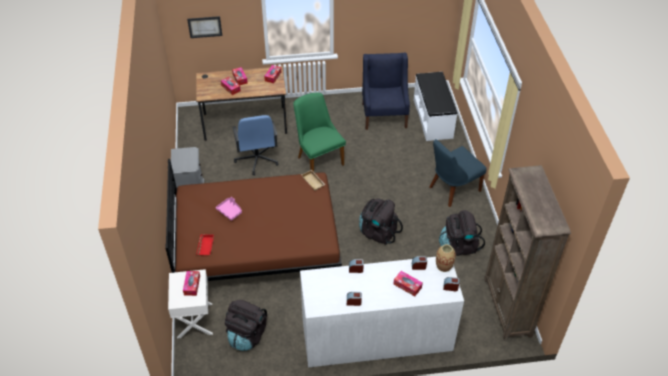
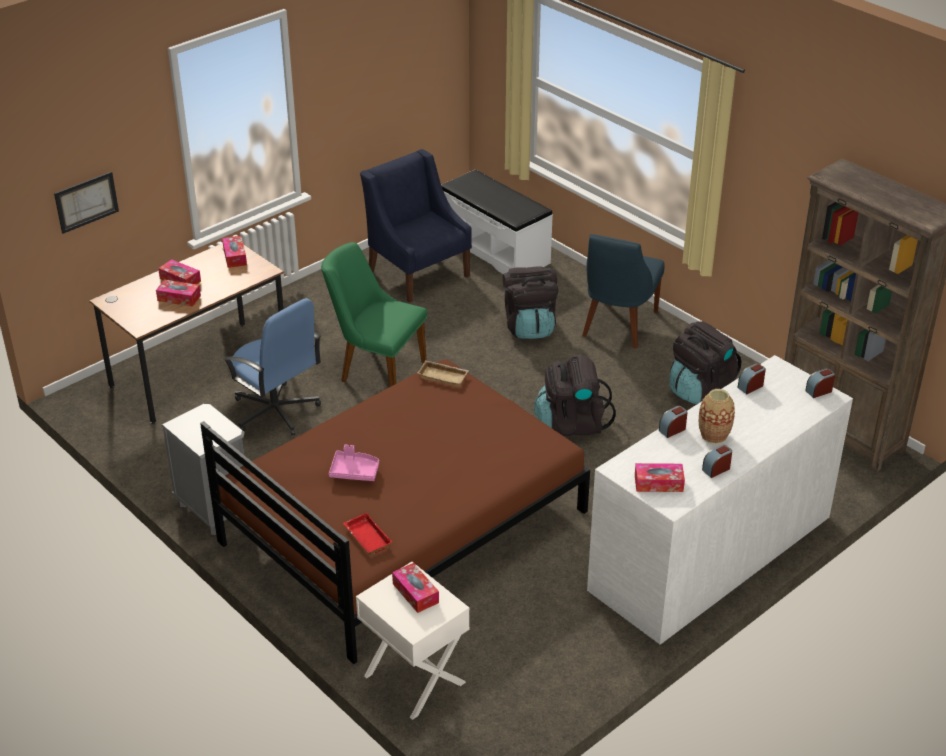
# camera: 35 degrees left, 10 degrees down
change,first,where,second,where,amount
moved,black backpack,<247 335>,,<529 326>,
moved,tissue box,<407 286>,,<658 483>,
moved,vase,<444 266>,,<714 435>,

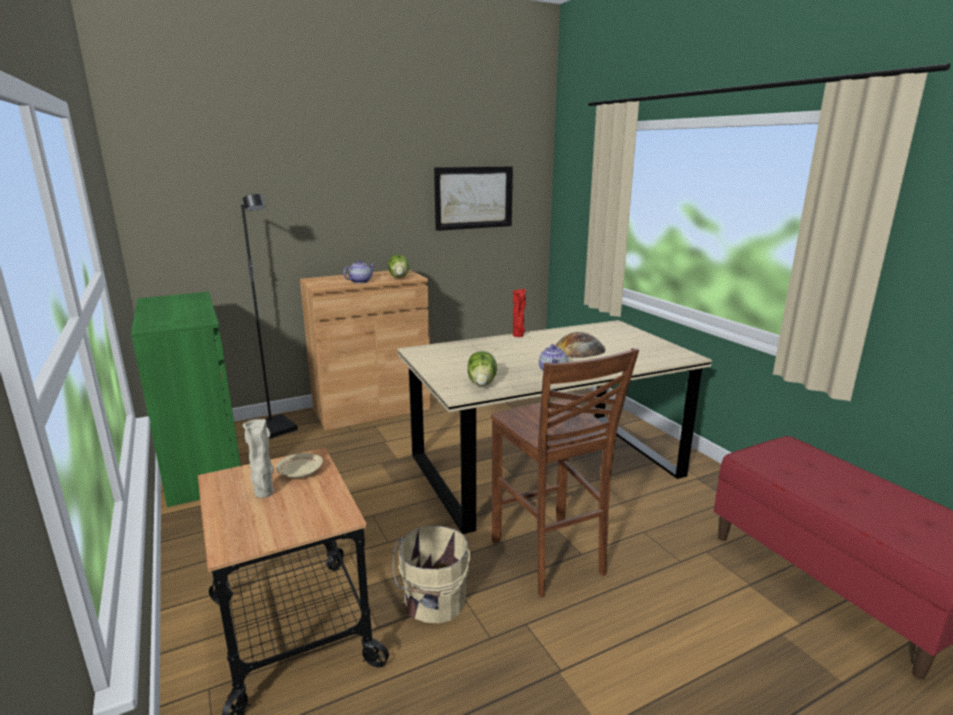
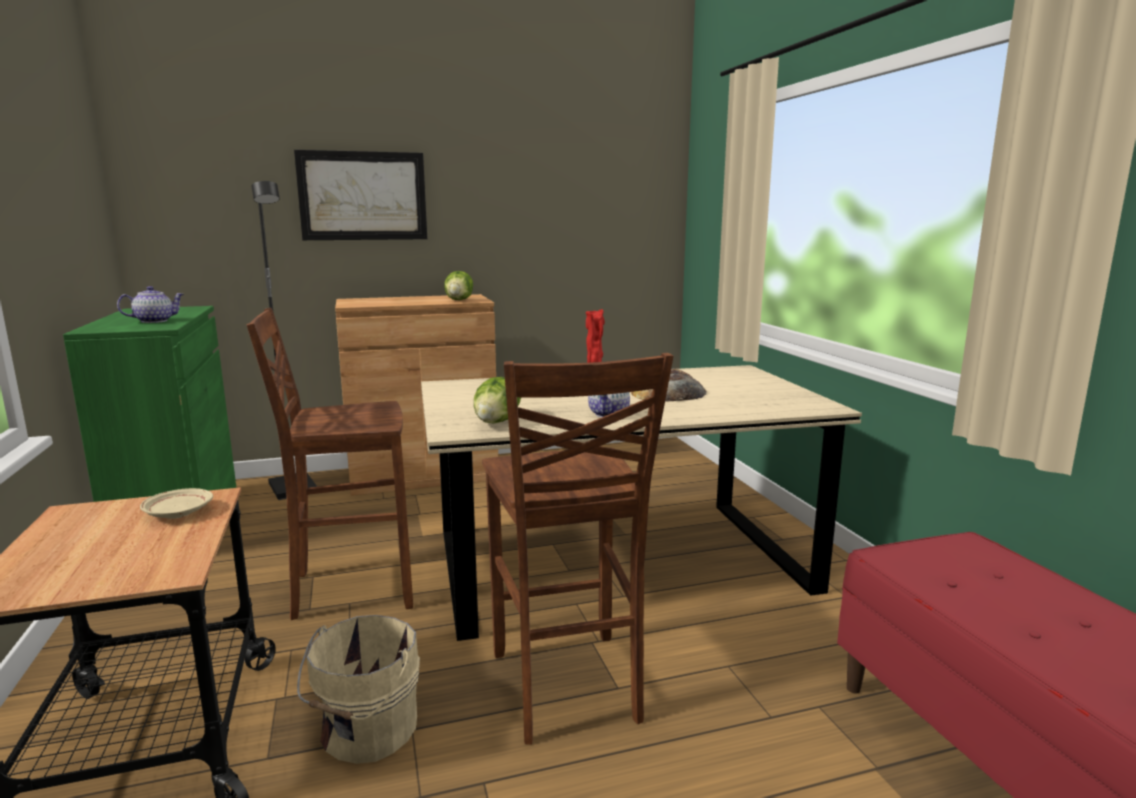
# camera: 10 degrees right, 5 degrees down
change,first,where,second,where,amount
moved,teapot,<360 281>,,<154 321>,
added,,,brown stool,<350 589>,
moved,picture,<473 197>,,<363 196>,
removed,beige vase,<264 494>,,,

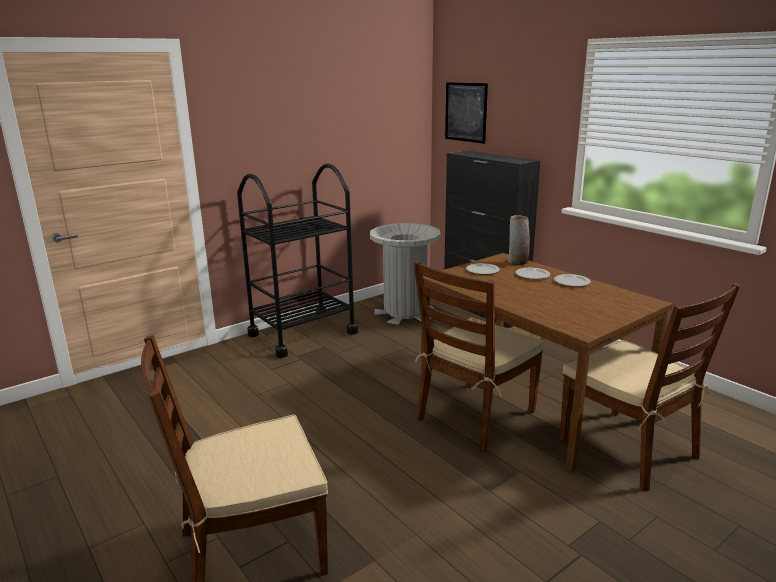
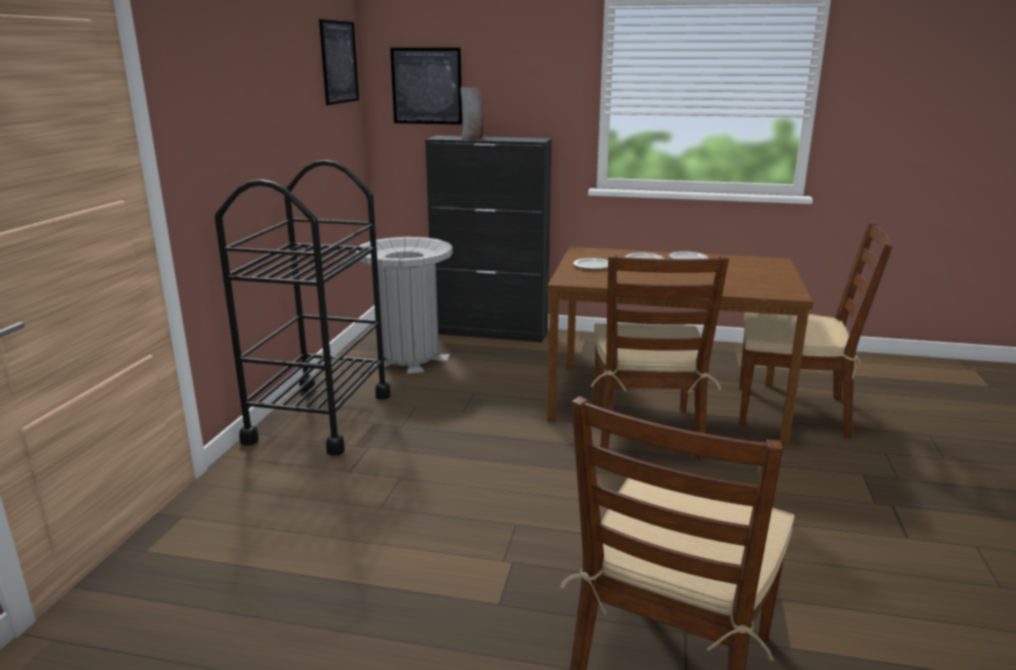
# camera: 40 degrees left, 0 degrees up
change,first,where,second,where,amount
added,,,picture,<339 62>,
moved,vase,<517 262>,,<472 138>,

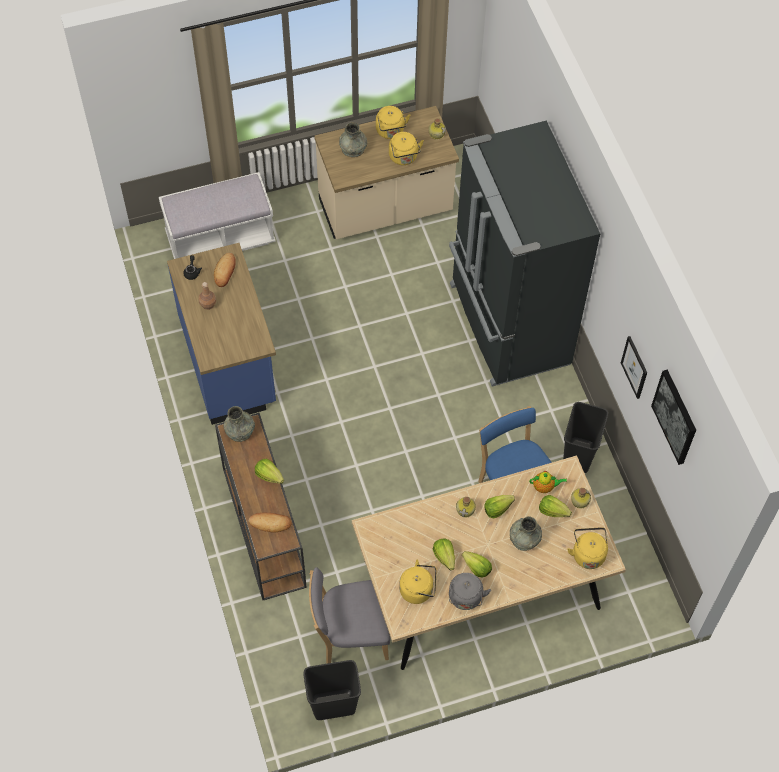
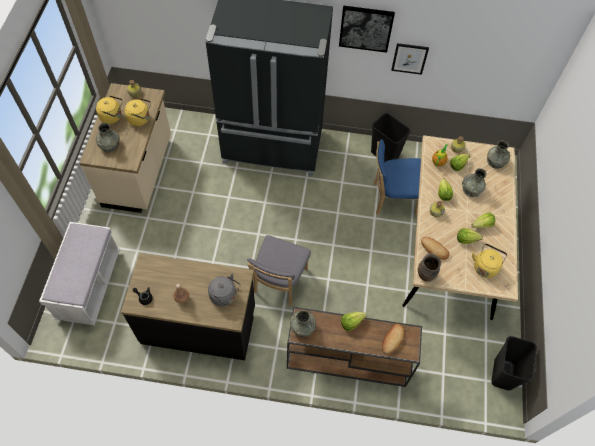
# camera: 65 degrees left, 0 degrees up
change,first,where,second,where,amount
recoloured,blue counter,<229 362>,black counter,<199 325>,
moved,grey kettle,<465 599>,,<225 296>,
moved,grey chair,<350 635>,,<279 283>,
moved,picture,<675 416>,,<366 28>,
added,,,brown vase,<425 275>,
moved,bread,<225 271>,,<434 249>,
replaced,yellow kettle,<587 553>,grey vase,<496 161>,

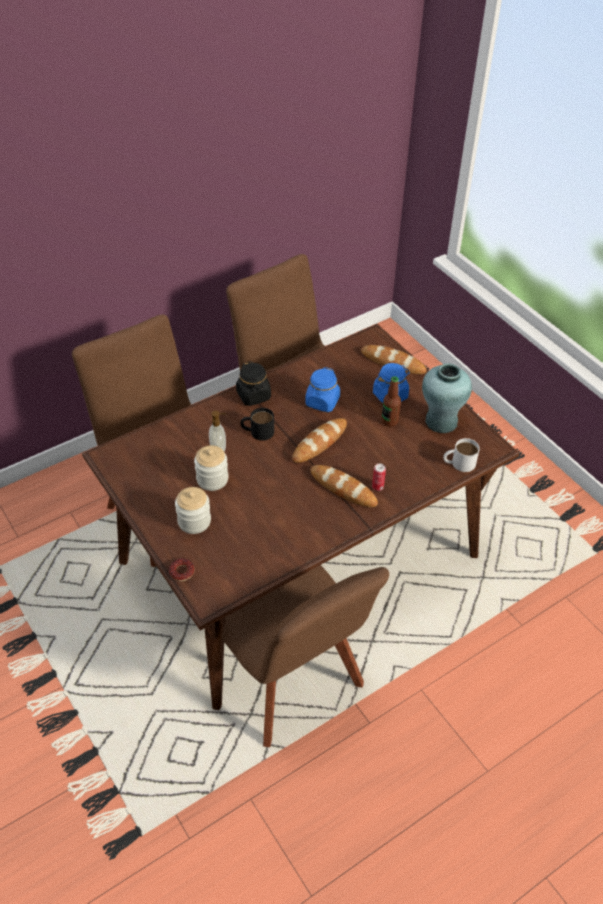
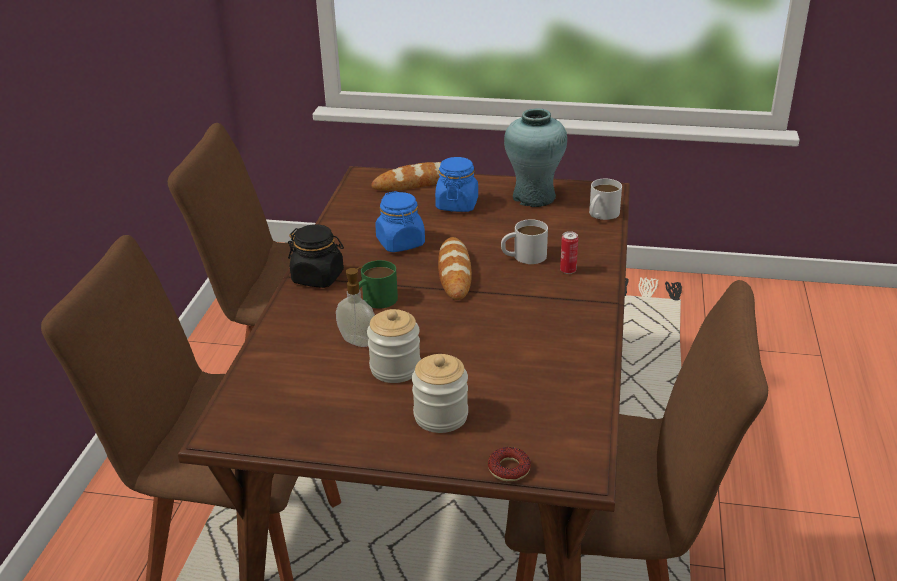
# camera: 45 degrees left, 15 degrees down
change,first,where,second,where,amount
recoloured,black mug,<257 431>,green mug,<374 301>,
added,,,white mug,<523 256>,
removed,bread,<343 488>,,,
removed,bottle,<389 421>,,,

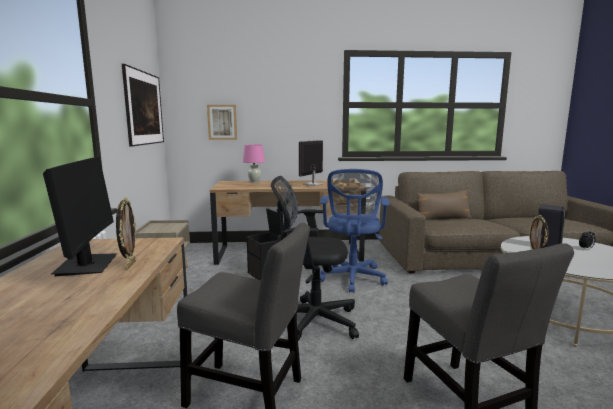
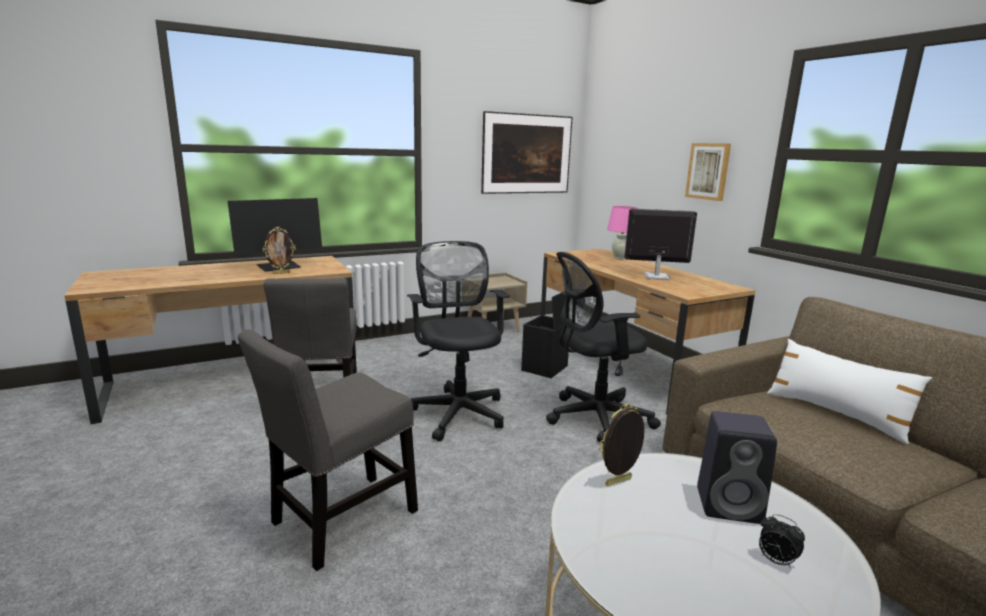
# camera: 65 degrees right, 5 degrees up
change,first,where,second,where,amount
recoloured,blue office chair,<352 279>,black office chair,<593 418>,
moved,picture,<222 122>,,<708 171>,
recoloured,brown pillow,<442 218>,white pillow,<836 414>,

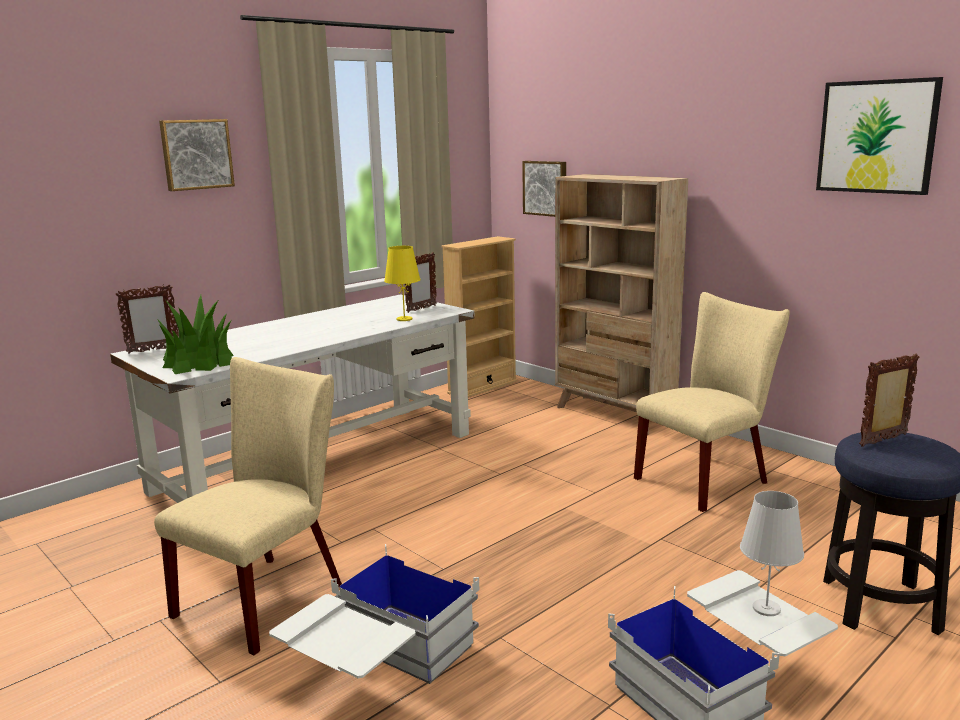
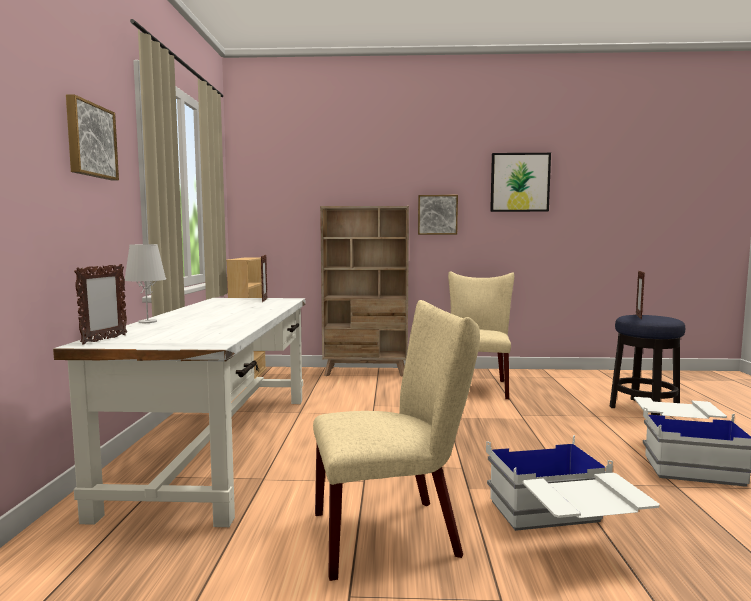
# camera: 45 degrees left, 10 degrees down
change,first,where,second,where,amount
moved,white table lamp,<766 608>,,<147 322>,
turned,beige chair,<268 596>,,<395 533>,90 degrees clockwise
moved,picture,<546 188>,,<437 215>,
removed,potted plant,<199 361>,,,
removed,yellow table lamp,<404 319>,,,

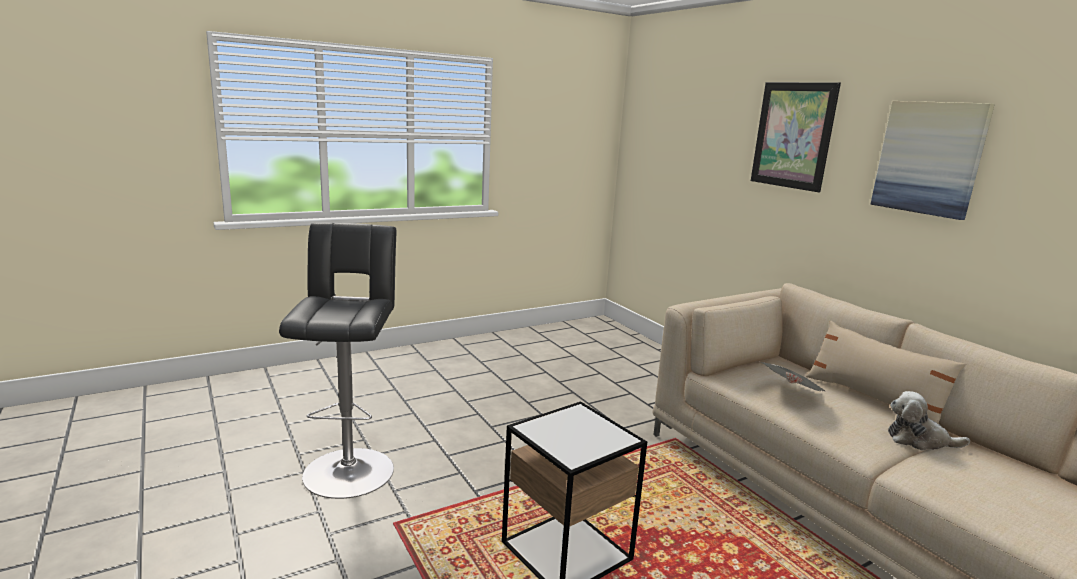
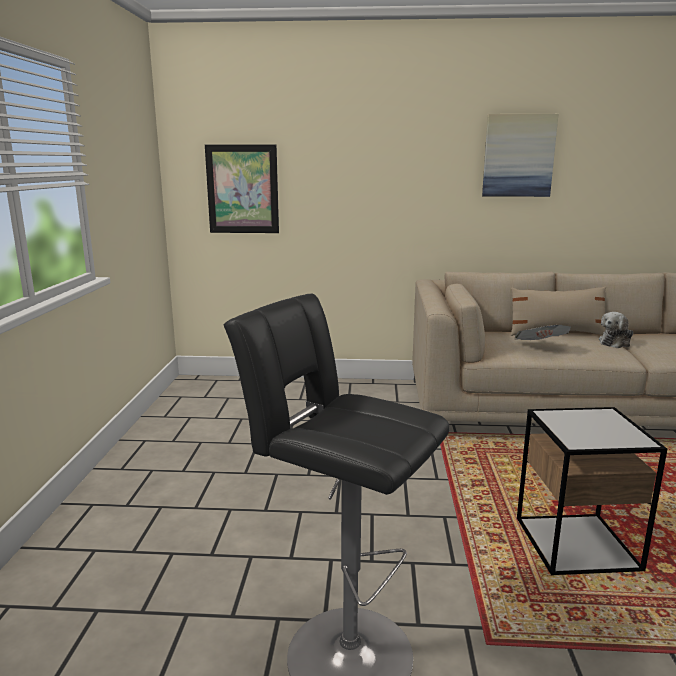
# camera: 55 degrees left, 0 degrees up
change,first,where,second,where,amount
moved,picture,<793 135>,,<242 189>,

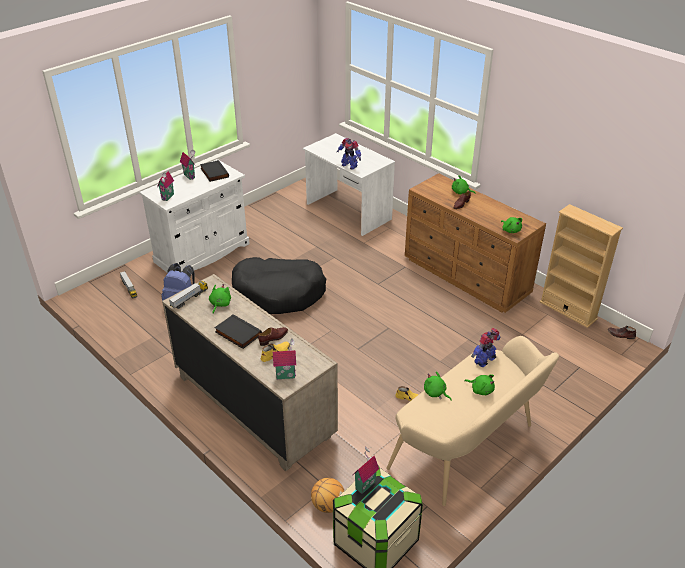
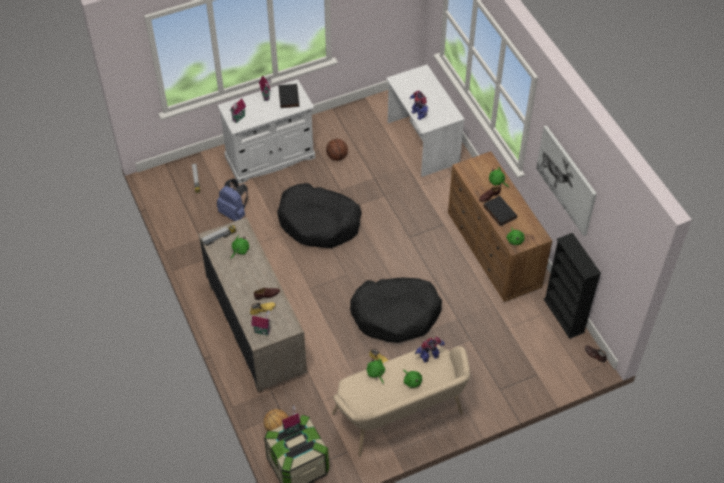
# camera: 20 degrees right, 15 degrees up
change,first,where,second,where,amount
added,,,basketball,<337 157>,
added,,,black dog bed,<396 314>,
moved,black book,<237 334>,,<499 212>,
added,,,picture,<566 180>,
recoloured,beige bookcase,<568 310>,black bookcase,<564 315>,

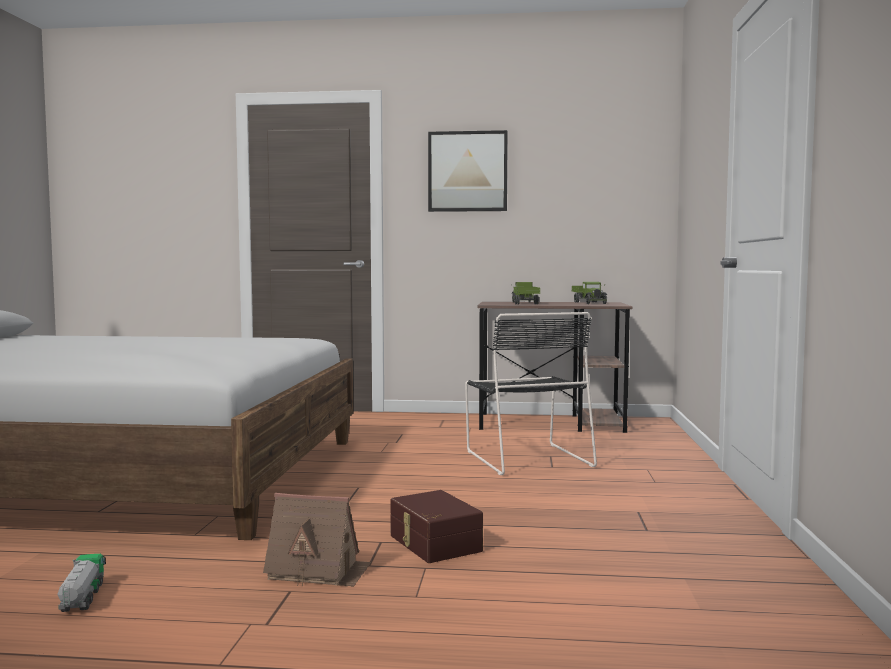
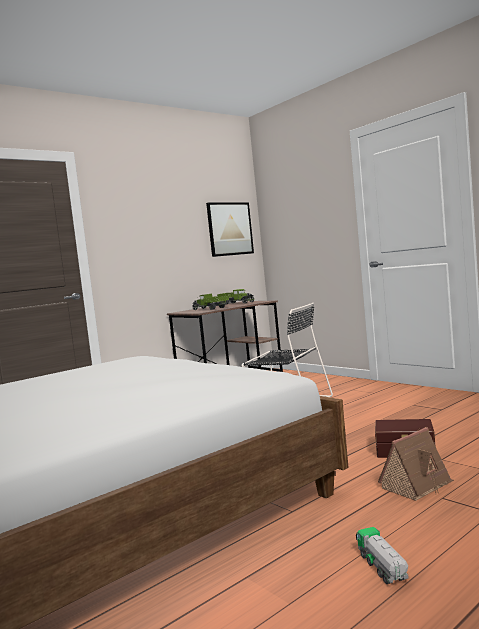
# camera: 45 degrees left, 0 degrees up
change,first,where,second,where,amount
moved,picture,<467 171>,,<230 229>,
turned,toy truck,<82 598>,,<382 568>,45 degrees clockwise

